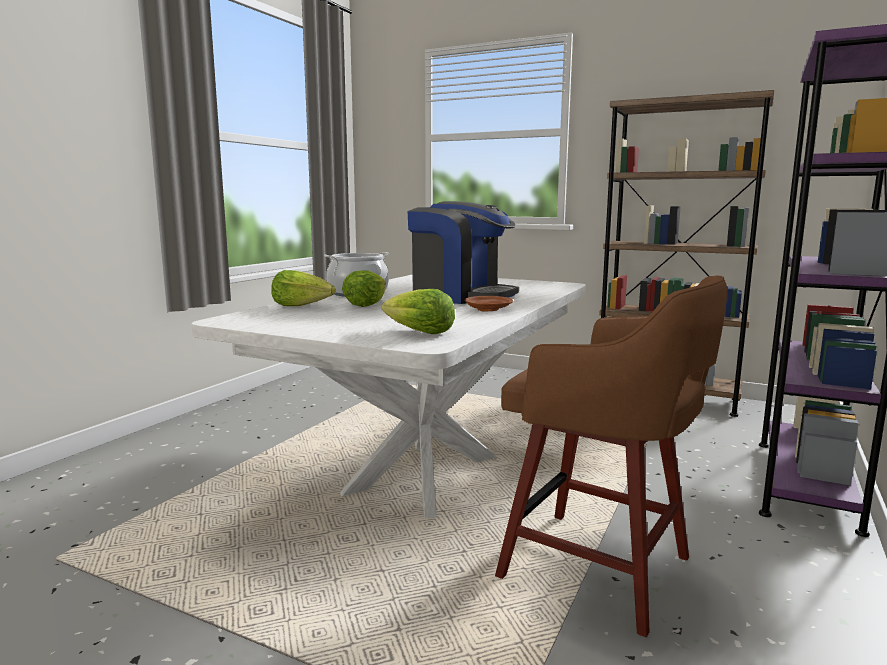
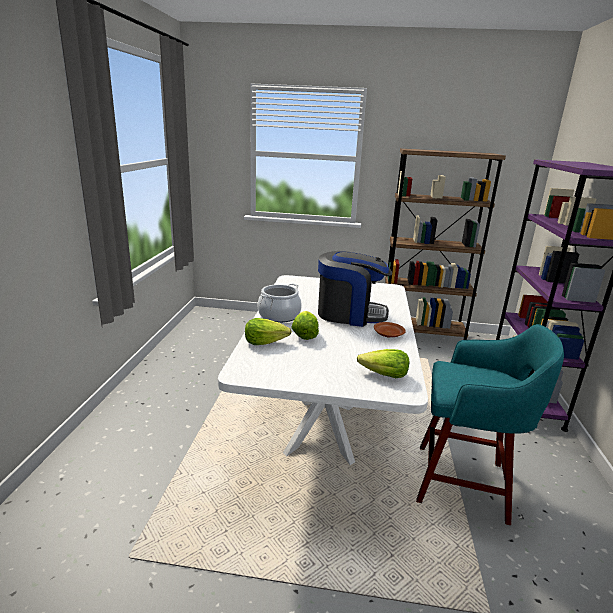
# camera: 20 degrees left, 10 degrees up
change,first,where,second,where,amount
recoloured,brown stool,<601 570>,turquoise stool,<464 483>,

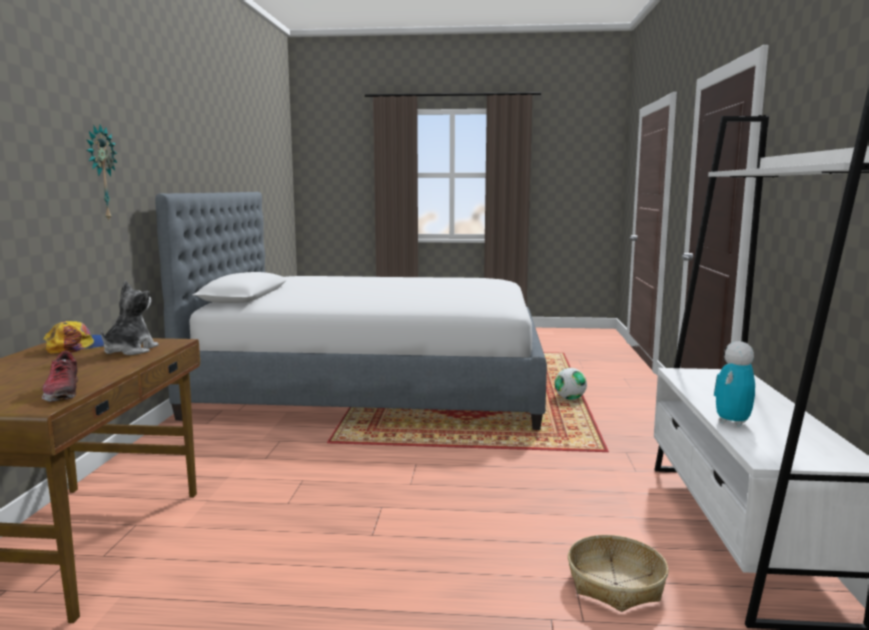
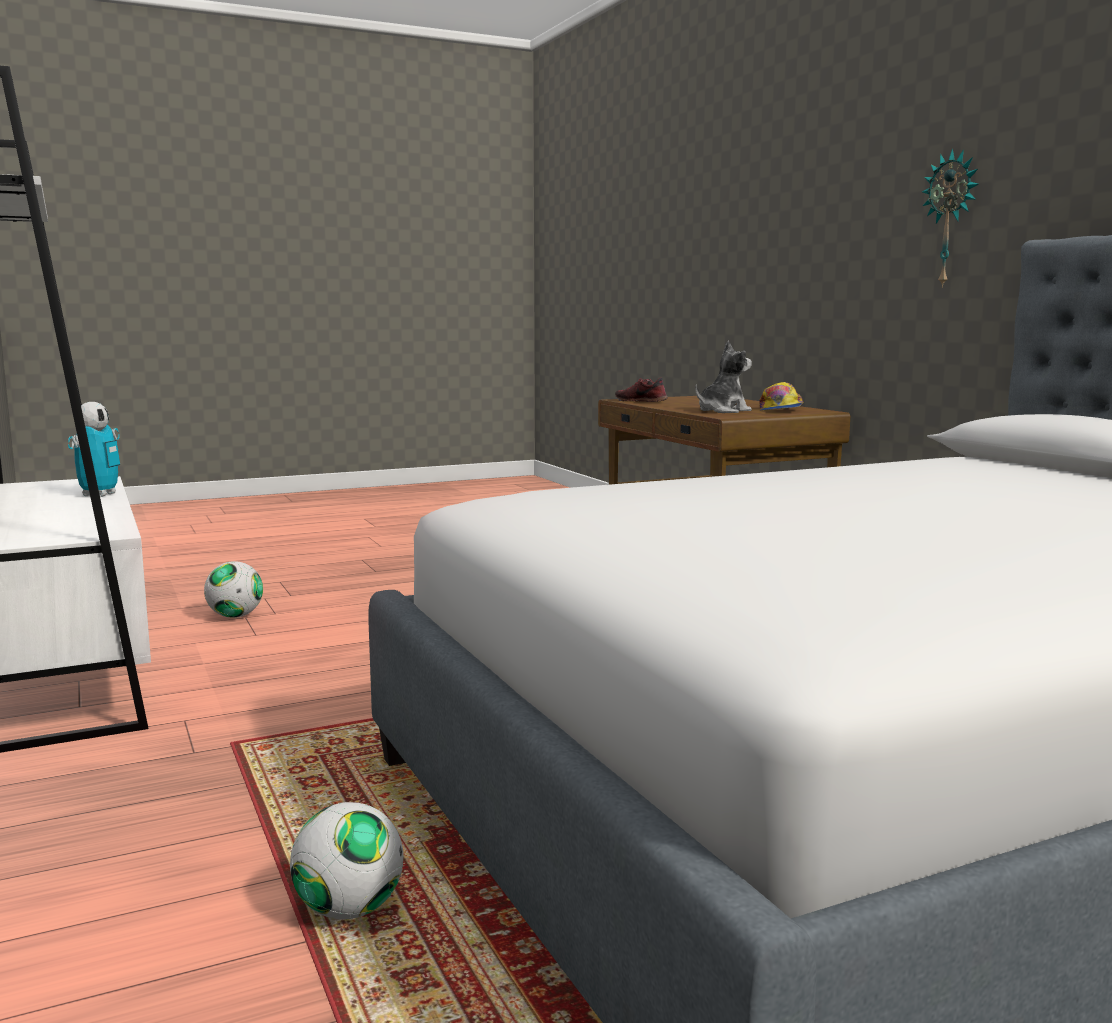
# camera: 150 degrees right, 0 degrees up
change,first,where,second,where,amount
replaced,basket,<615 584>,football,<235 616>,
turned,plush toy,<129 351>,,<722 411>,105 degrees counterclockwise

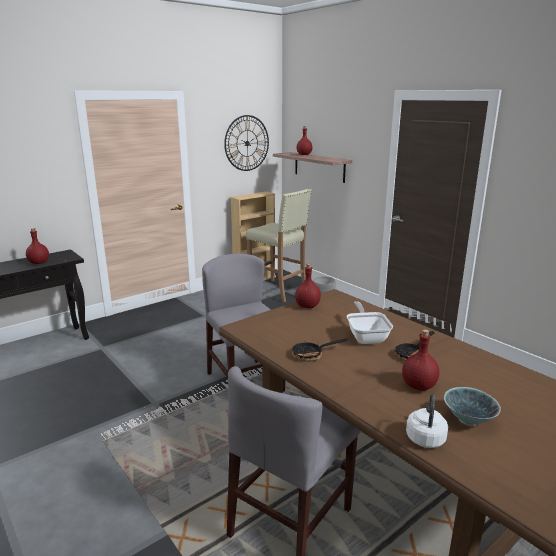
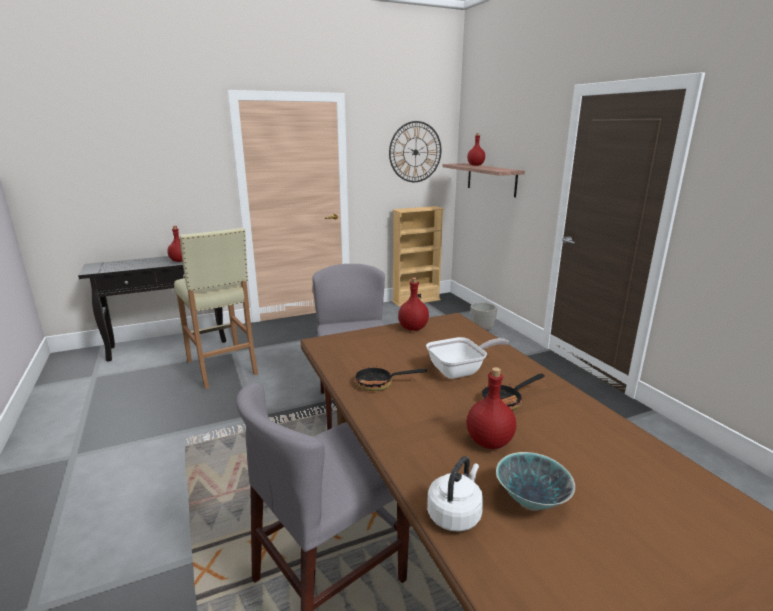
# camera: 15 degrees right, 0 degrees up
change,first,where,second,where,amount
moved,beige stool,<278 291>,,<222 368>,
turned,frying pan,<366 336>,,<460 371>,60 degrees clockwise

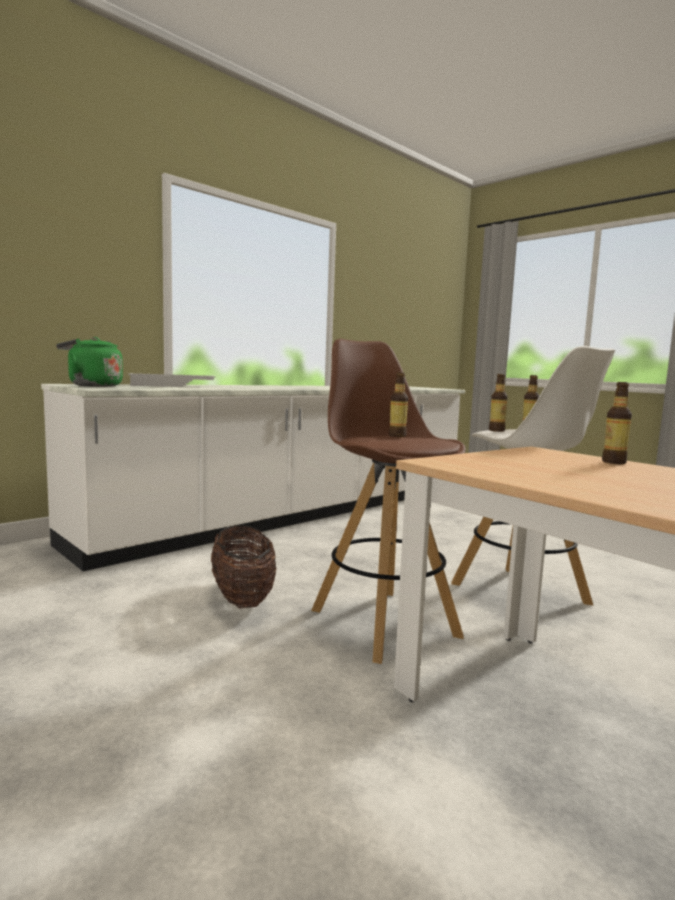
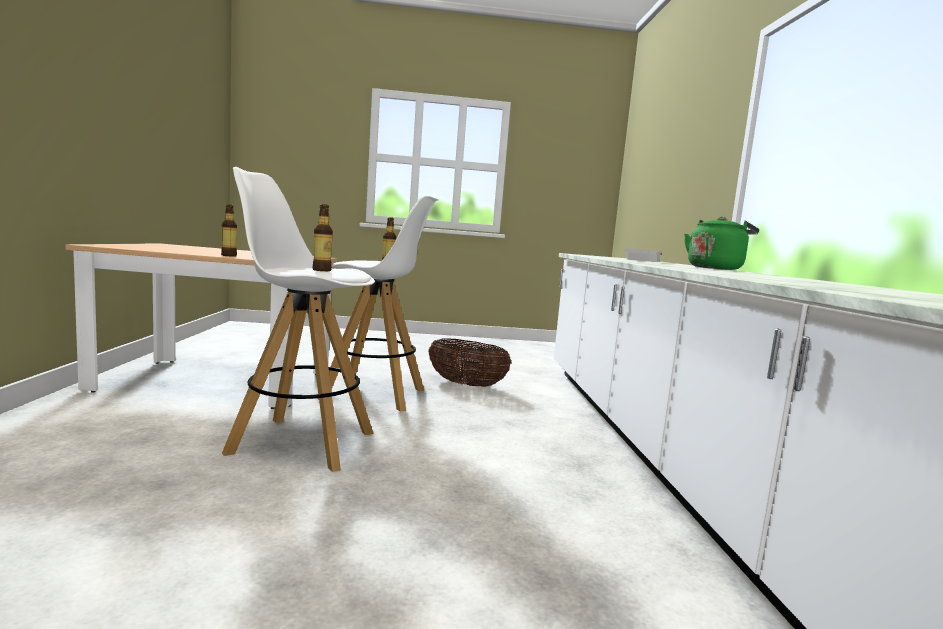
# camera: 130 degrees right, 0 degrees up
change,first,where,second,where,amount
recoloured,brown stool,<383 621>,white stool,<375 394>,
moved,green kettle,<92 386>,,<715 268>,
removed,bottle,<496 430>,,,

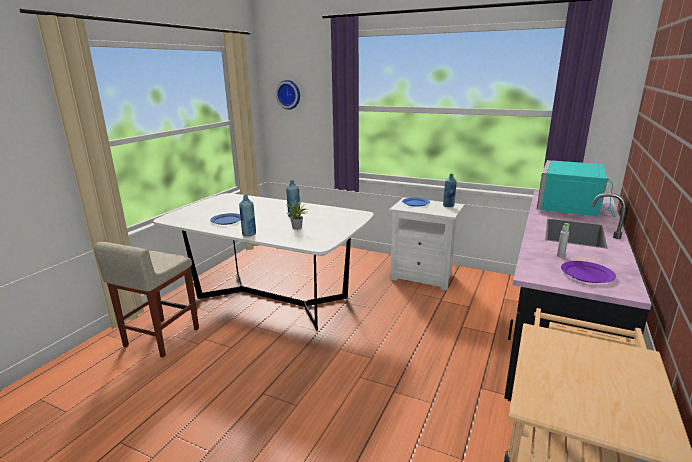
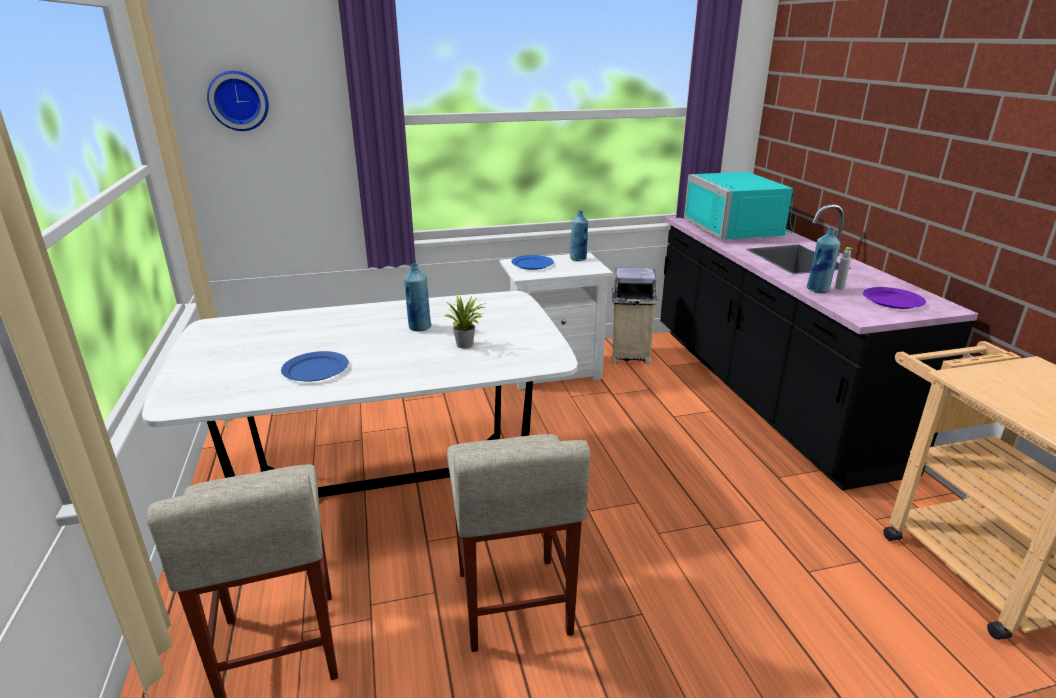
# camera: 40 degrees left, 5 degrees up
change,first,where,second,where,amount
added,,,beige stool,<513 603>,
added,,,beige trash can,<629 355>,
moved,blue bottle,<249 234>,,<818 290>,

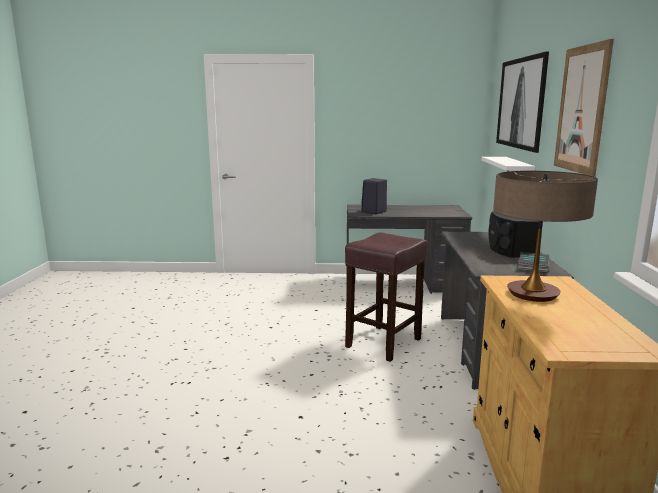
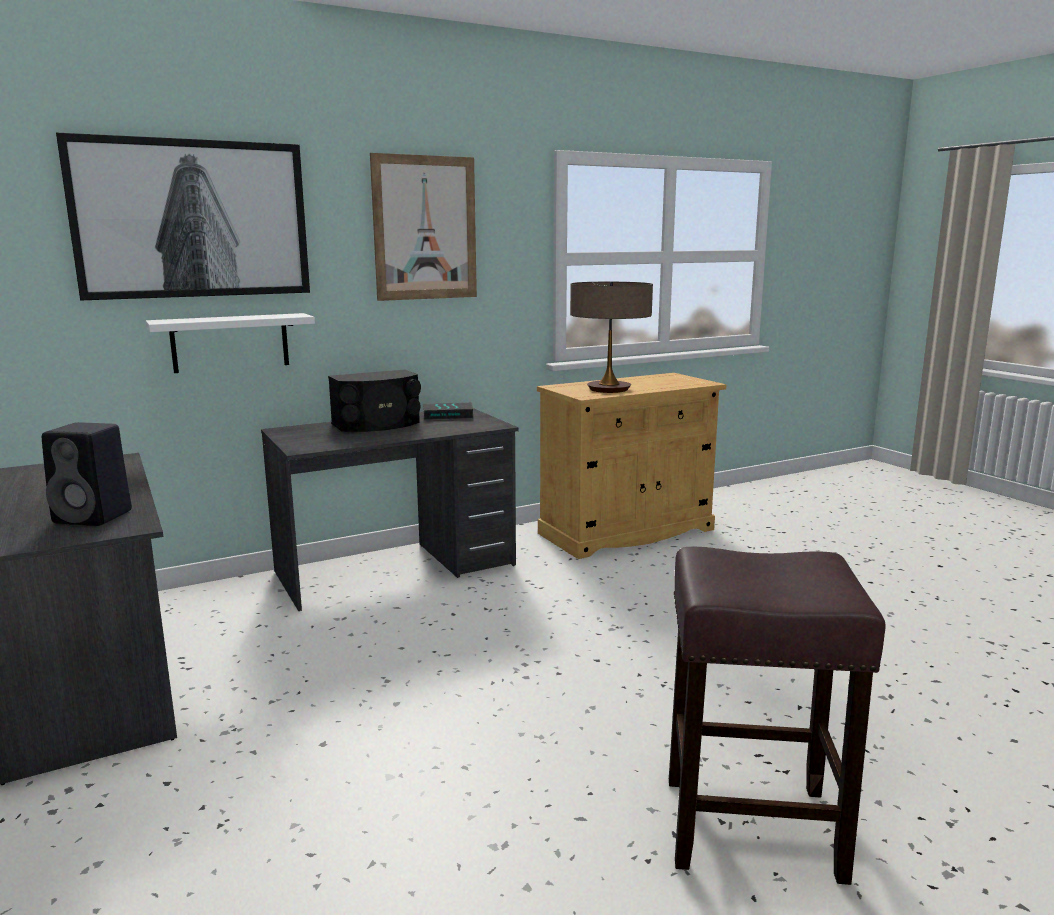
# camera: 120 degrees left, 0 degrees up
change,first,where,second,where,amount
moved,brown stool,<384 342>,,<748 827>,

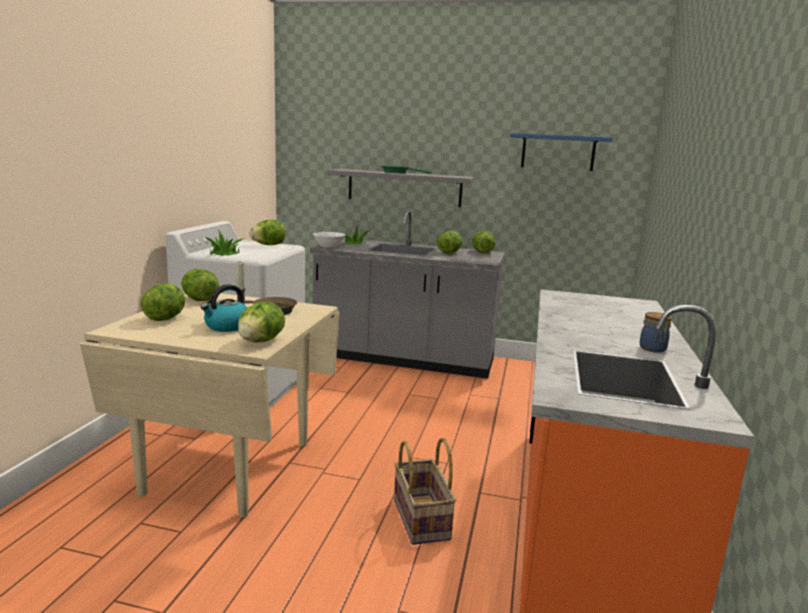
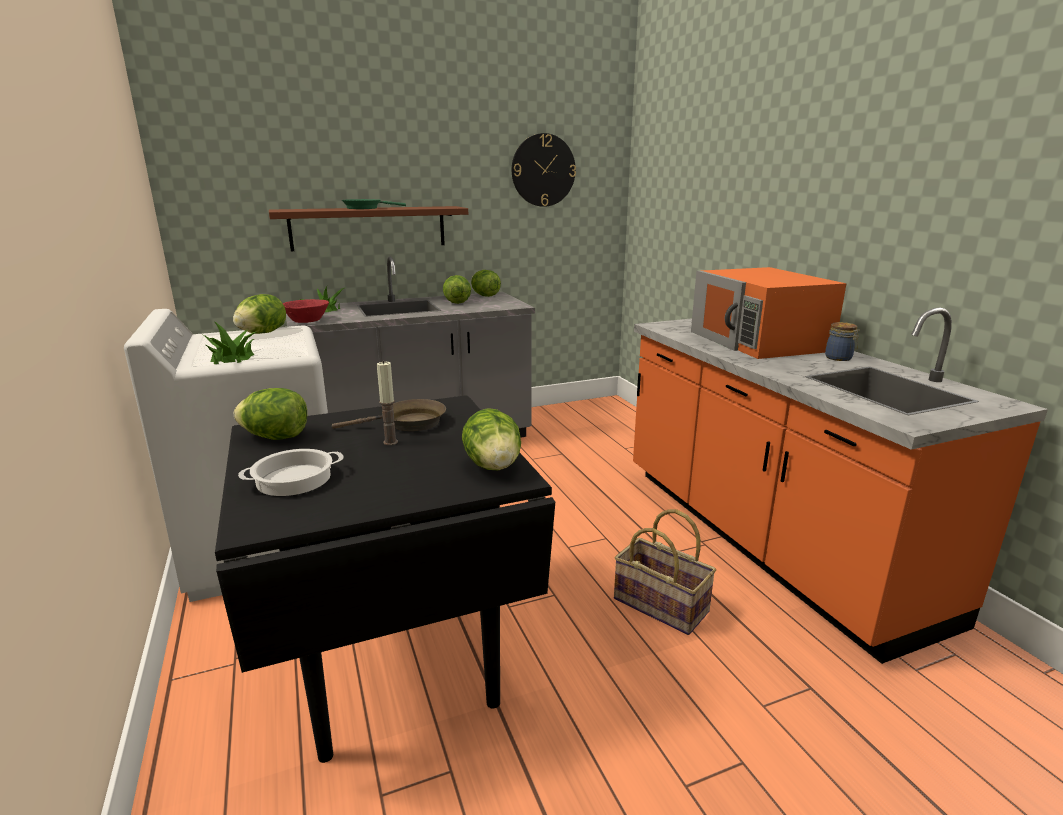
# camera: 35 degrees left, 5 degrees up
change,first,where,second,where,amount
recoloured,beige dining table,<231 466>,black dining table,<396 654>,
replaced,lettuce,<165 318>,cooking pot,<293 480>,
recoloured,grey shelf,<404 188>,brown shelf,<369 228>,
recoloured,white bowl,<329 246>,red bowl,<307 320>,
replaced,blue shelf,<558 152>,wall clock,<543 170>,
added,,,orange microwave,<759 341>,
removed,kettle,<227 326>,,,

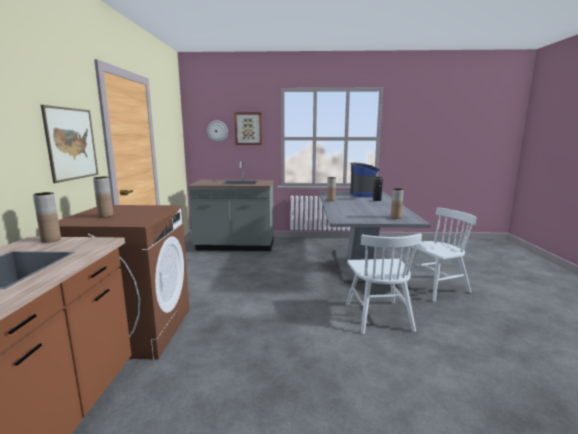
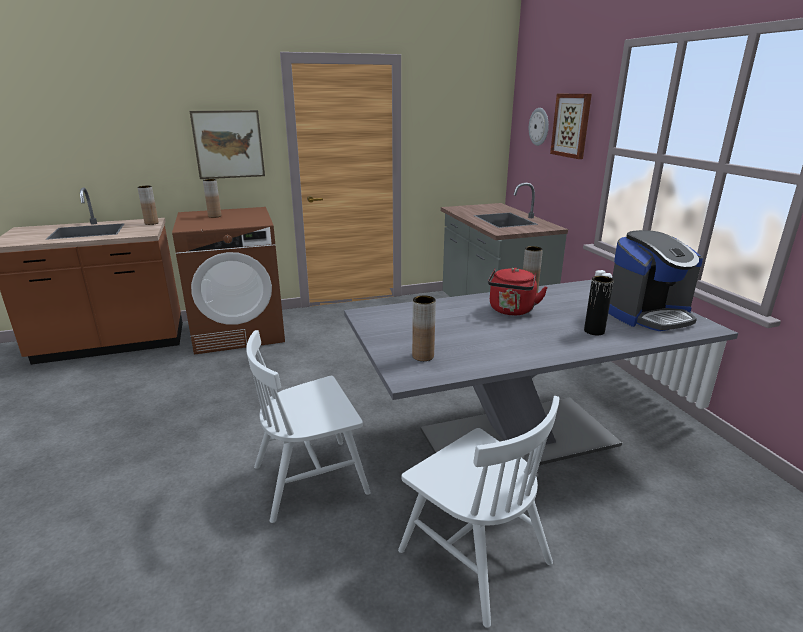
# camera: 70 degrees right, 10 degrees up
change,first,where,second,where,amount
added,,,red kettle,<511 311>,

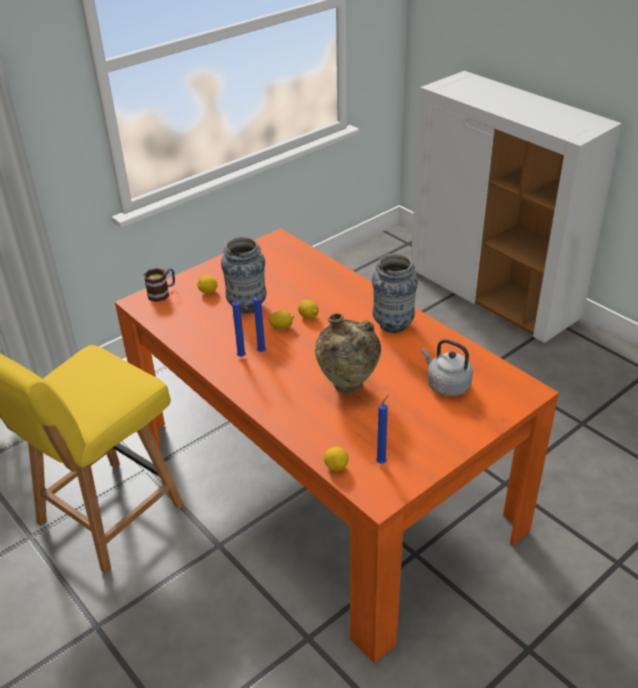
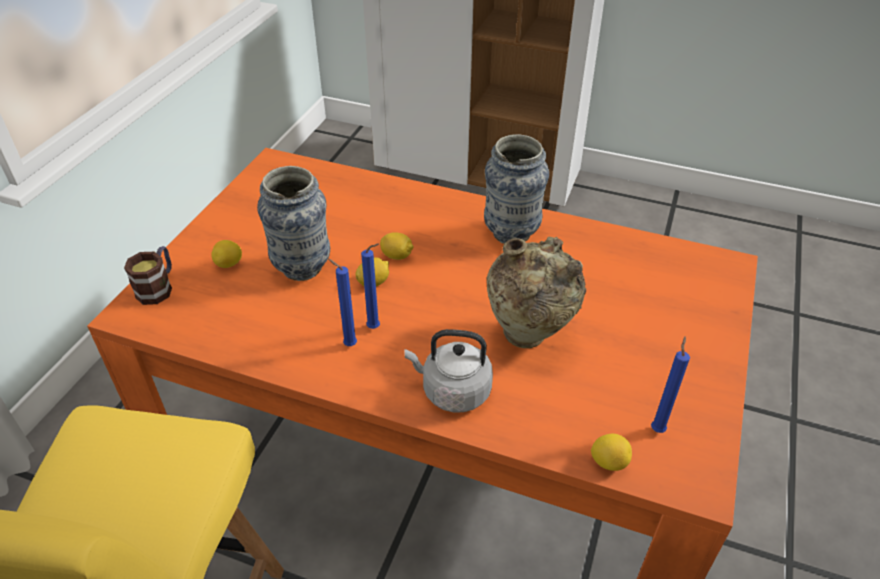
# camera: 30 degrees left, 5 degrees up
change,first,where,second,where,amount
moved,grey kettle,<446 385>,,<452 391>,

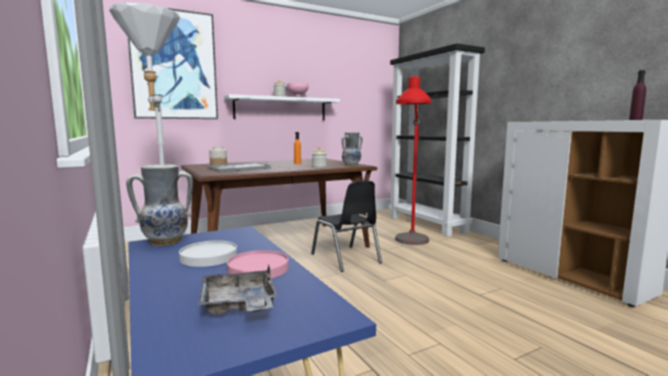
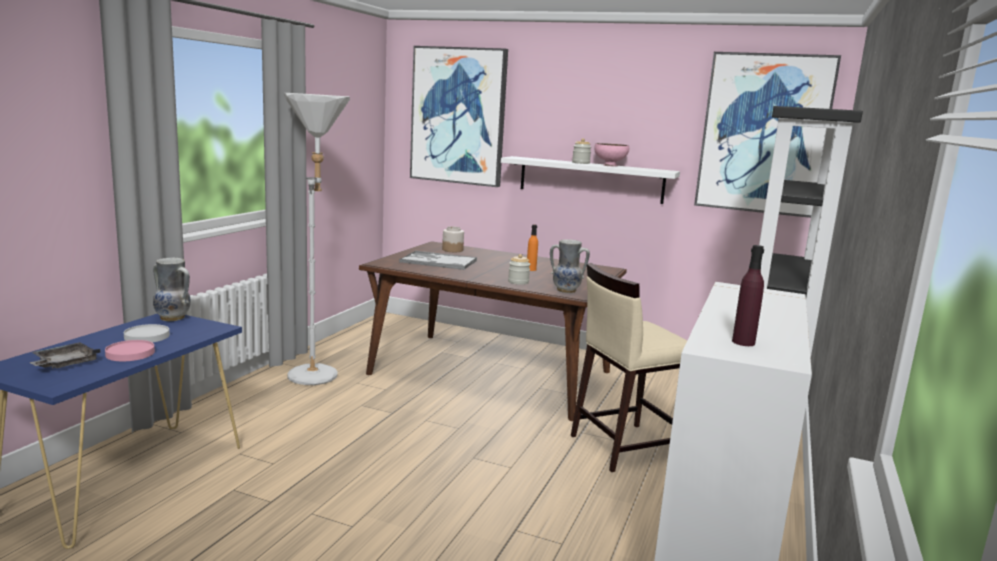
# camera: 50 degrees right, 5 degrees up
change,first,where,second,where,amount
replaced,red floor lamp,<410 247>,beige stool,<623 446>,
added,,,picture,<763 134>,
removed,black chair,<346 258>,,,

